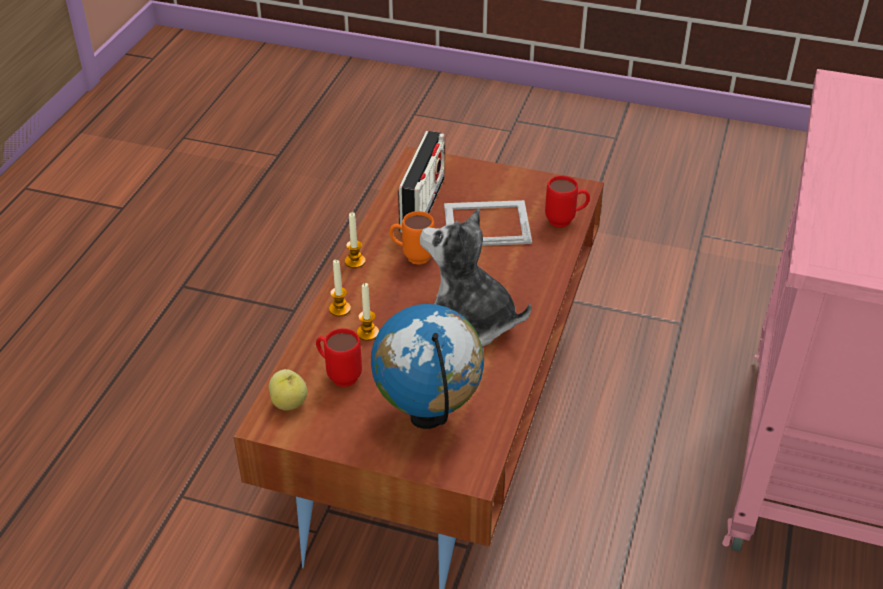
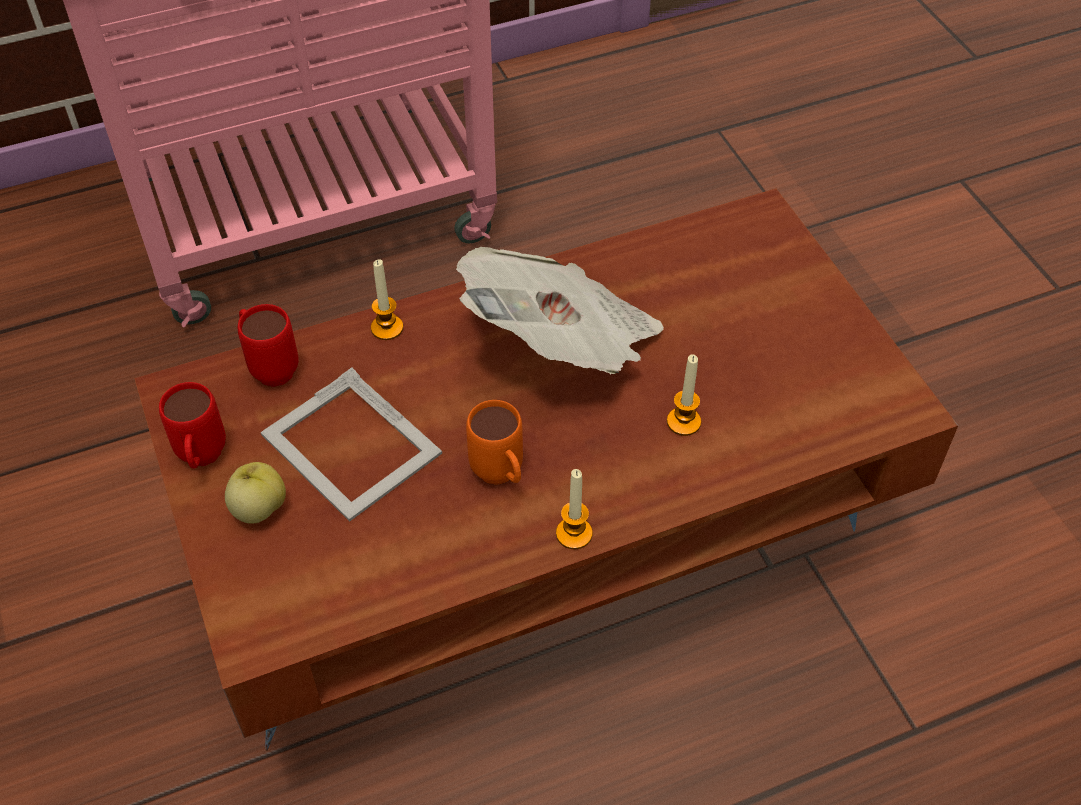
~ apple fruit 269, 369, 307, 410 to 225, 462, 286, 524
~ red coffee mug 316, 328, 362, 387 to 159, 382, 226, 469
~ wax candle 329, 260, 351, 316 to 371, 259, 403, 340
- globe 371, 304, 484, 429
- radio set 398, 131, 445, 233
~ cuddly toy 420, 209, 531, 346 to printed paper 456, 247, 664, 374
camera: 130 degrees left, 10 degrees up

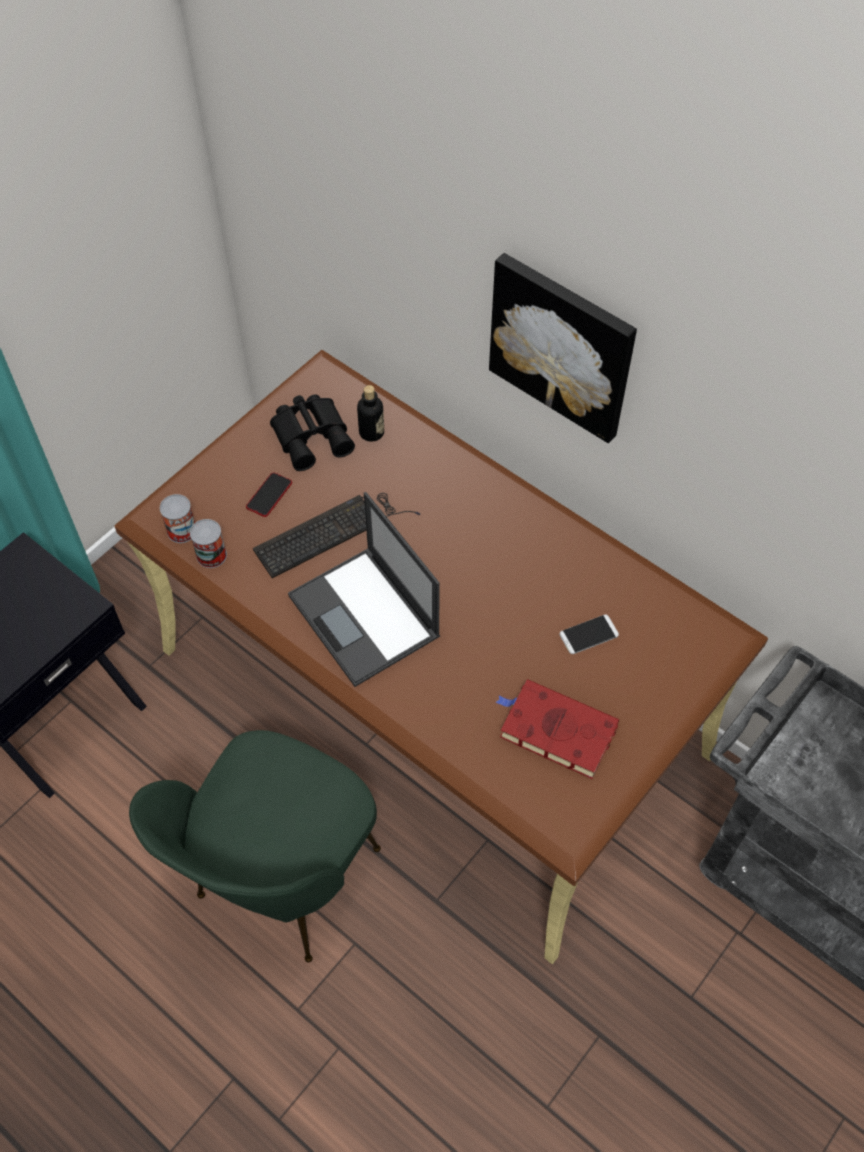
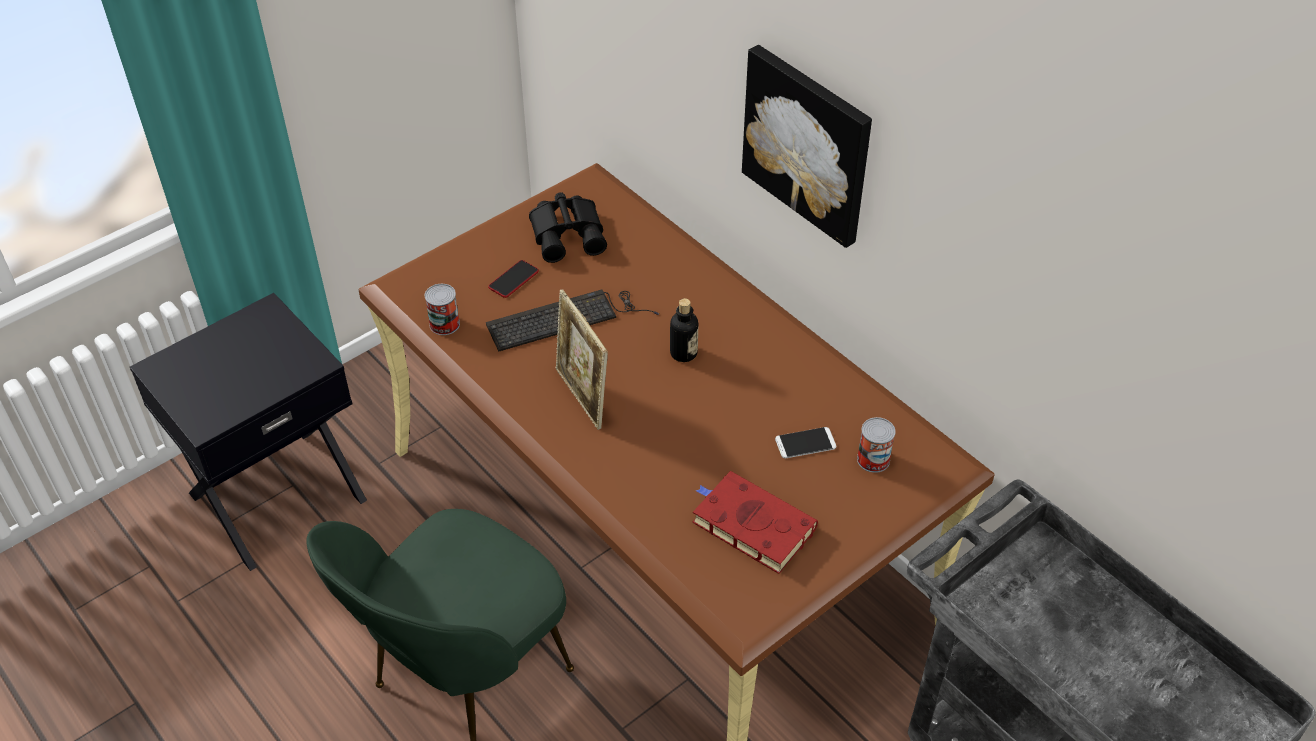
~ sealed can 160, 494, 195, 543 to 857, 417, 896, 473
~ portable computer 288, 492, 440, 687 to picture frame 555, 289, 608, 430
~ beverage bottle 357, 385, 384, 442 to 670, 298, 699, 362
camera: 10 degrees right, 10 degrees down

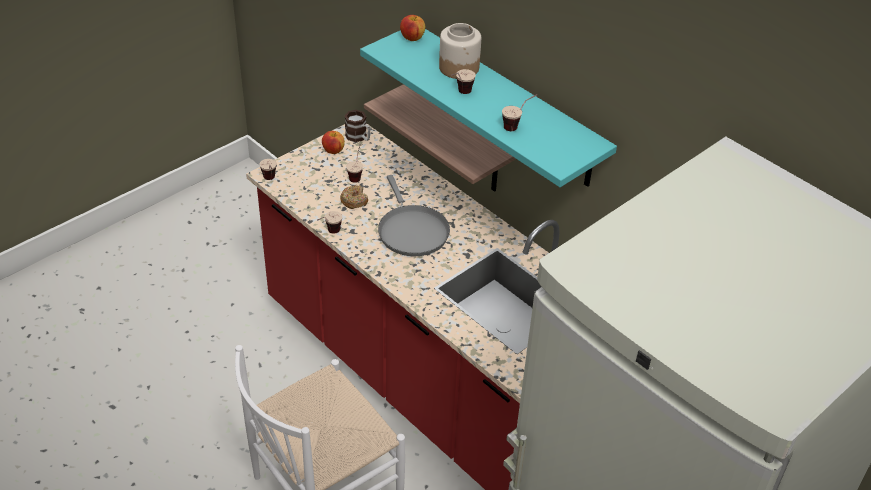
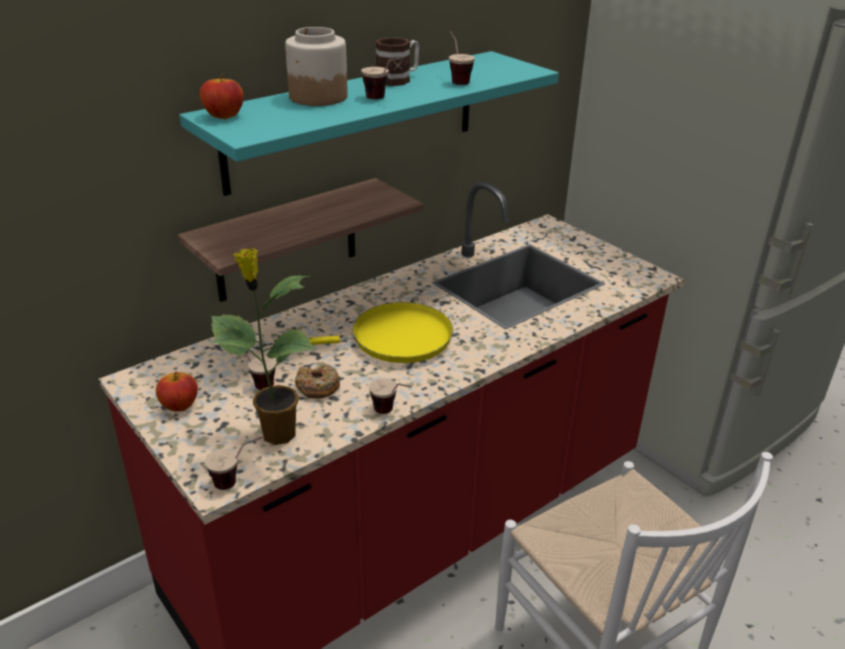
~ coffee mug 345, 110, 370, 142 to 375, 37, 419, 86
~ greyish pan 378, 175, 450, 256 to yellow pan 309, 302, 453, 363
+ potted plant 211, 248, 316, 445
camera: 85 degrees left, 10 degrees down

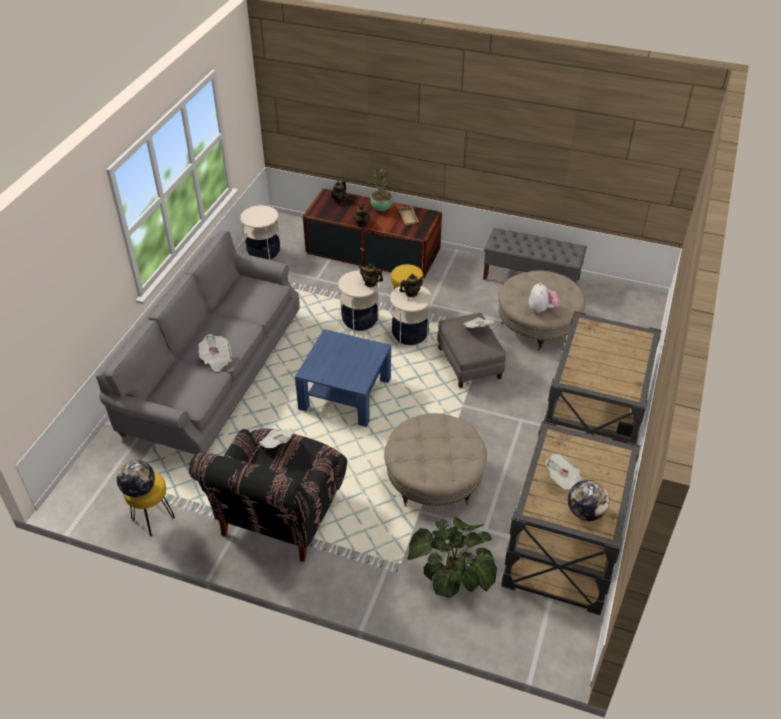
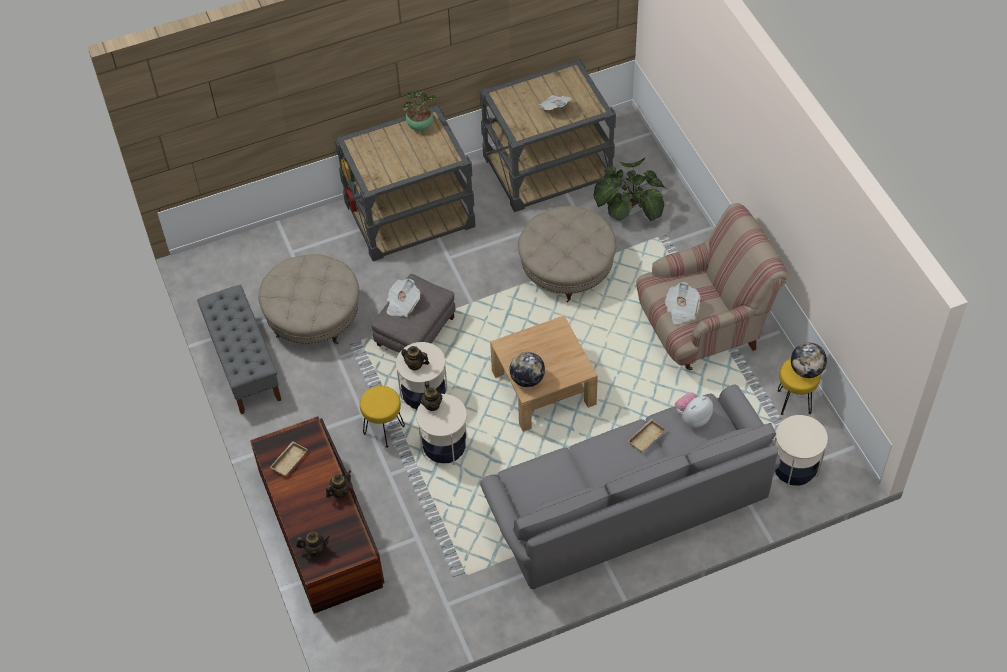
~ black-coloured lounge chair 189, 429, 347, 562 to beige lounge chair 636, 203, 788, 370
~ printed paper 199, 334, 232, 372 to beige tray 628, 419, 666, 452
~ beige accent table 240, 205, 280, 260 to 774, 415, 828, 487
~ blue coffee table 295, 329, 391, 427 to brown-coloured coffee table 490, 316, 598, 432
~ potted plant 367, 168, 393, 211 to 402, 90, 436, 131
~ cuddly toy 529, 282, 559, 313 to 675, 392, 713, 428
~ globe 568, 480, 610, 521 to 510, 352, 545, 387
camera: 130 degrees left, 10 degrees up

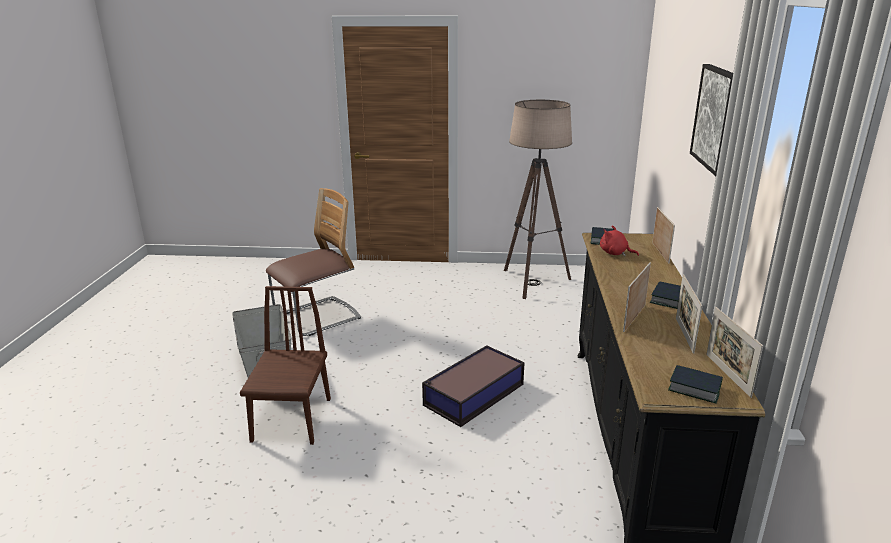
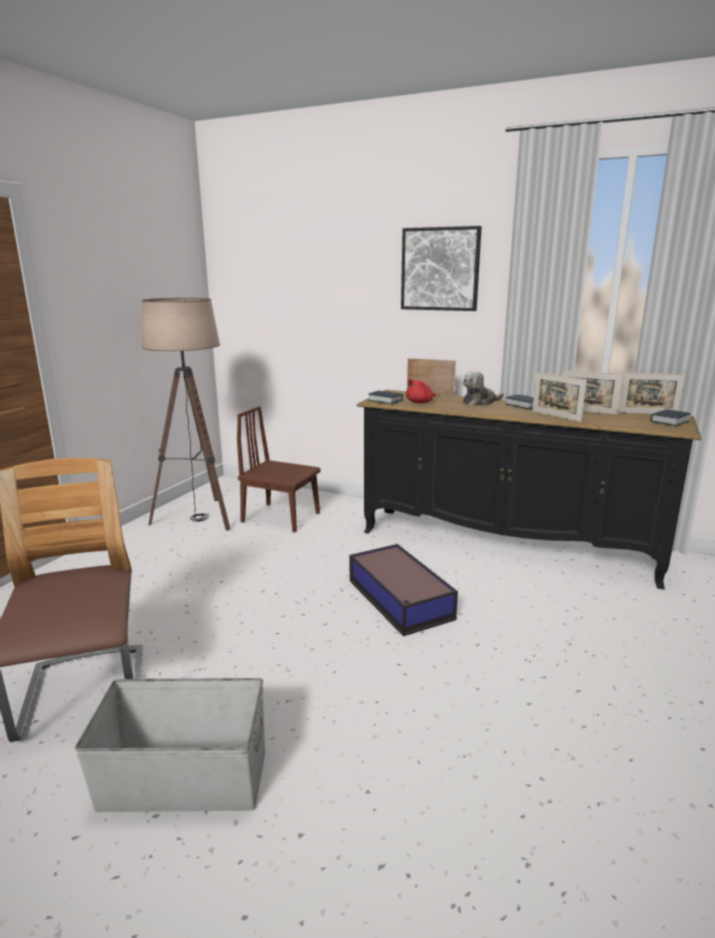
~ brown-coloured chair 240, 286, 331, 445 to 237, 406, 320, 533
+ cuddly toy 463, 371, 504, 406
camera: 70 degrees left, 5 degrees down

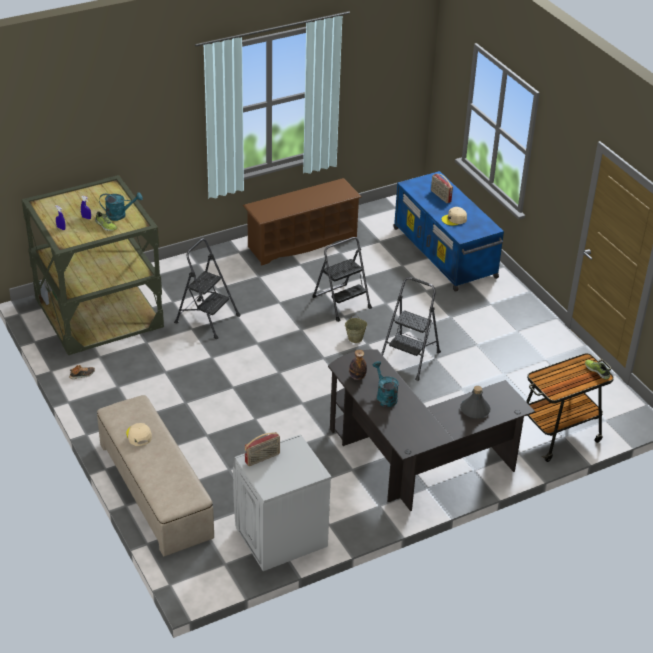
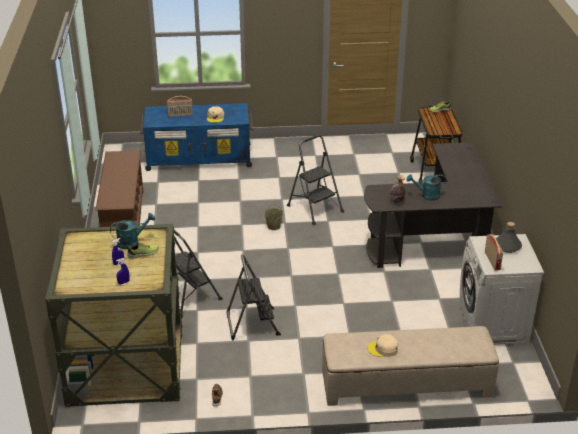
~ turquoise watering pot 99, 192, 143, 221 = 110, 213, 155, 249 45 degrees clockwise
~ black-coloured step ladder 312, 237, 372, 322 to 226, 254, 281, 340
~ greyish beverage bottle 460, 386, 491, 418 to 496, 222, 522, 253
camera: 65 degrees left, 5 degrees down

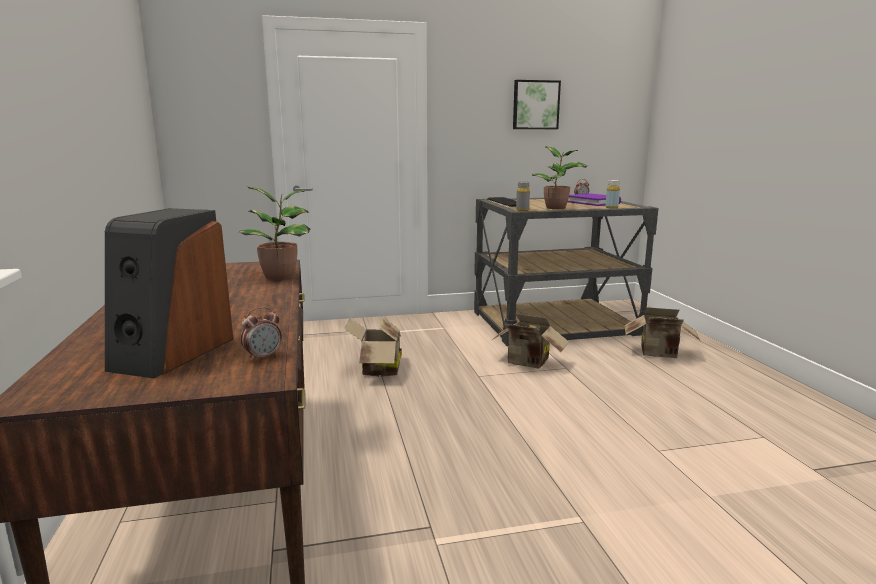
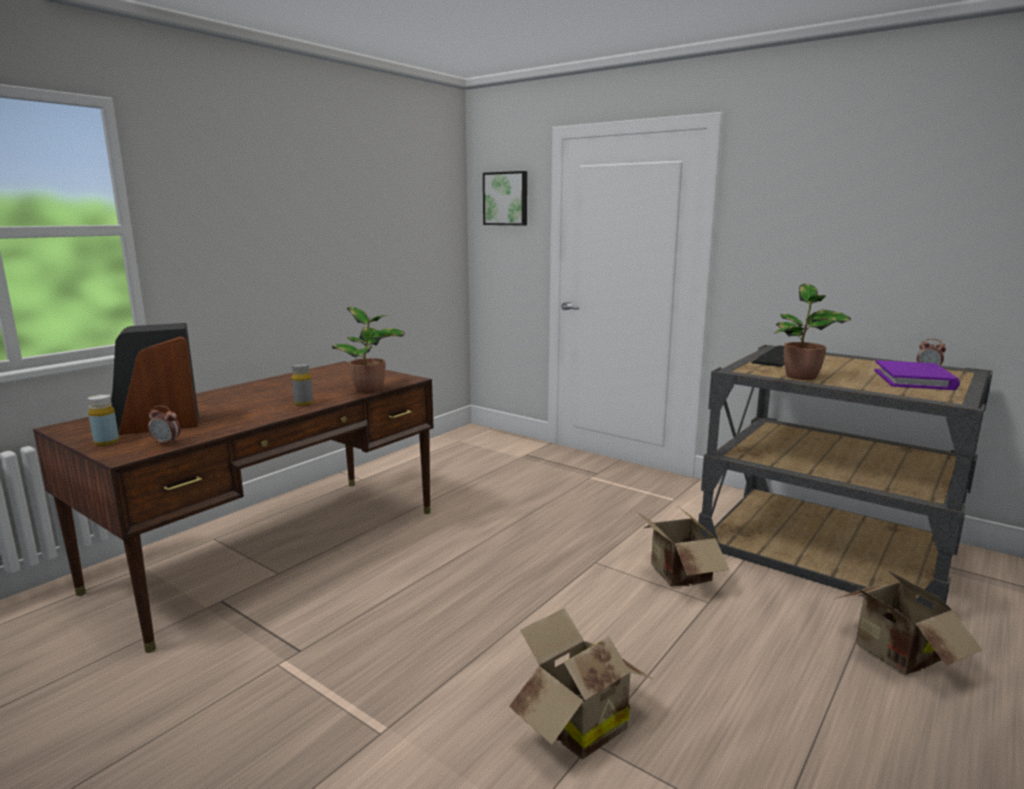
~ carton 344, 318, 402, 377 to 509, 608, 652, 759
~ wall art 513, 80, 561, 129 to 483, 171, 527, 226
~ greyish beverage bottle 516, 182, 530, 211 to 292, 363, 313, 406
~ yellow beverage bottle 605, 180, 620, 209 to 87, 394, 119, 446
camera: 50 degrees right, 0 degrees up

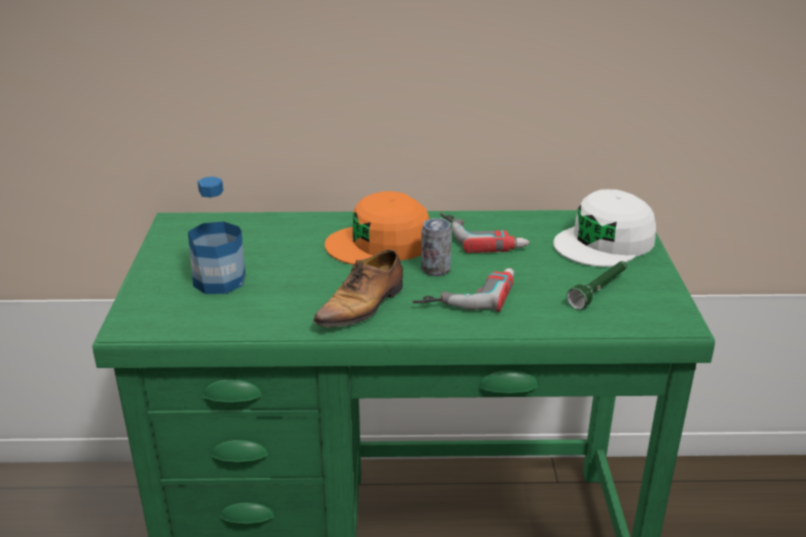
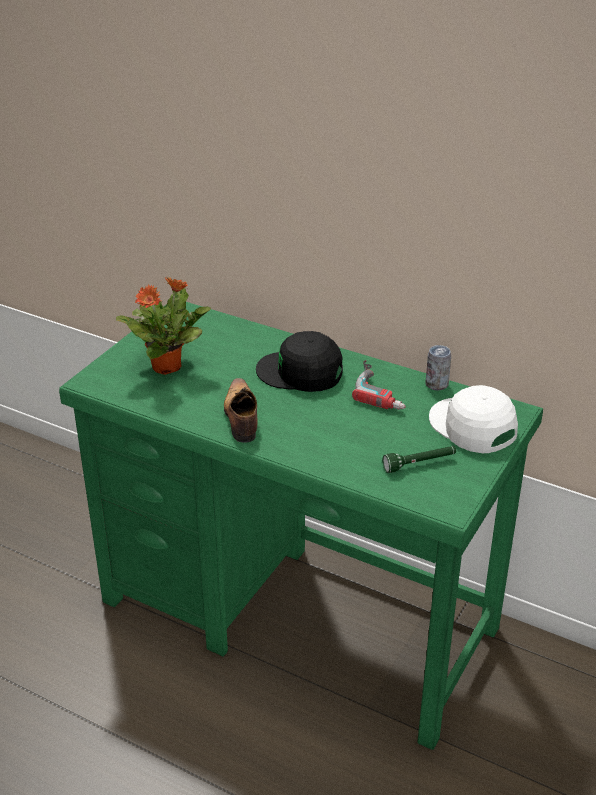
~ beverage bottle 188, 177, 246, 294 to potted plant 116, 277, 211, 375
~ shoe 313, 250, 403, 327 = 224, 378, 257, 442 105 degrees clockwise
~ orangey peaked cap 325, 191, 429, 265 to black-coloured peaked cap 256, 331, 343, 392
- electric drill 413, 268, 514, 312
~ sealed can 421, 218, 452, 276 to 425, 345, 451, 391
~ white peaked cap 553, 189, 656, 267 = 429, 385, 518, 453 60 degrees clockwise
camera: 30 degrees right, 5 degrees up

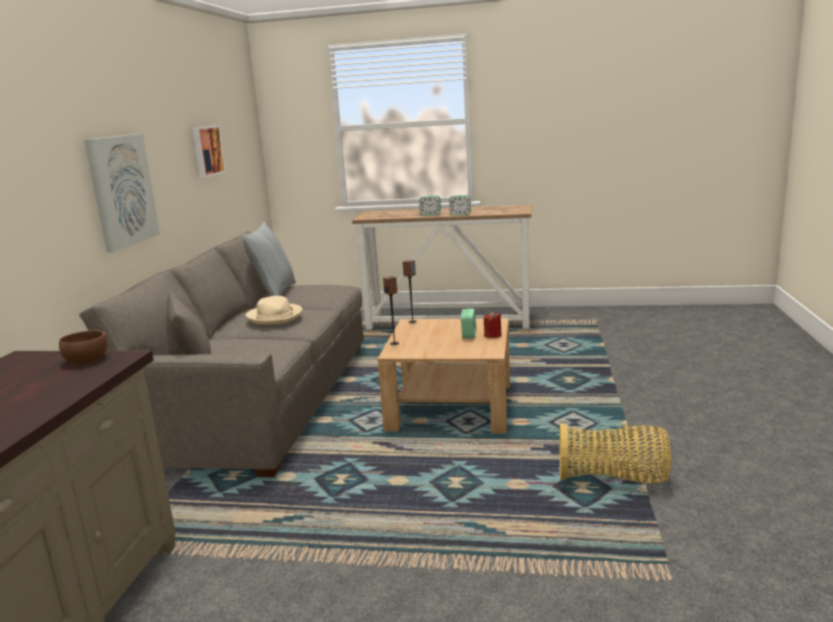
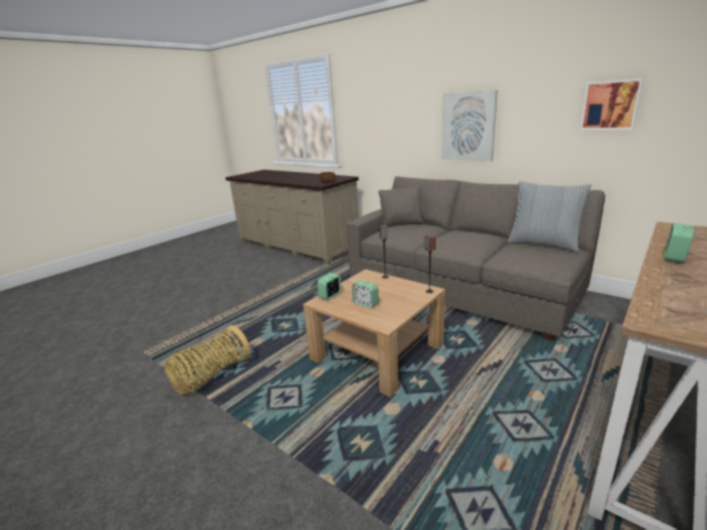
- beige clothing hat 246, 296, 303, 325
~ bedside clock 449, 195, 471, 215 to 318, 273, 341, 300
- red wax candle 484, 311, 502, 338
camera: 120 degrees right, 5 degrees up

